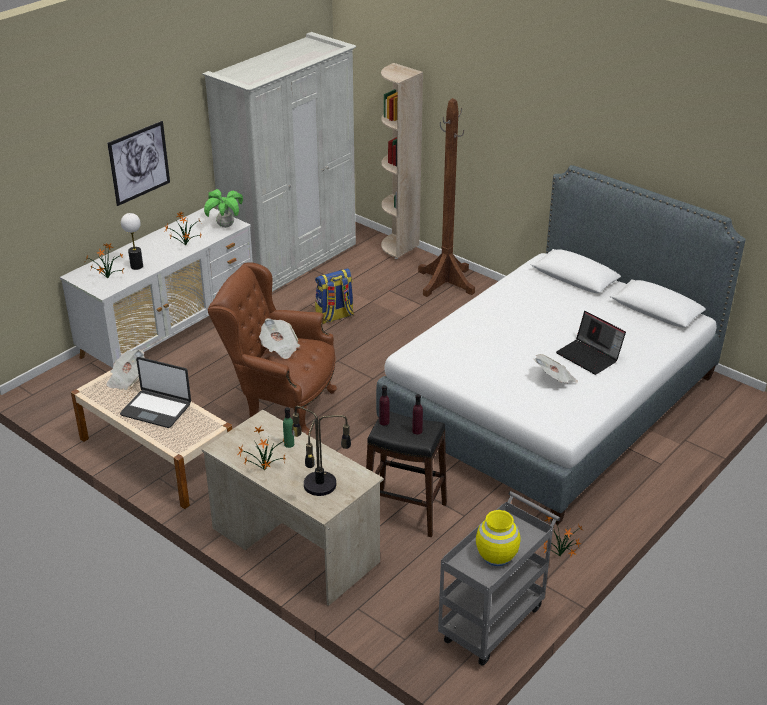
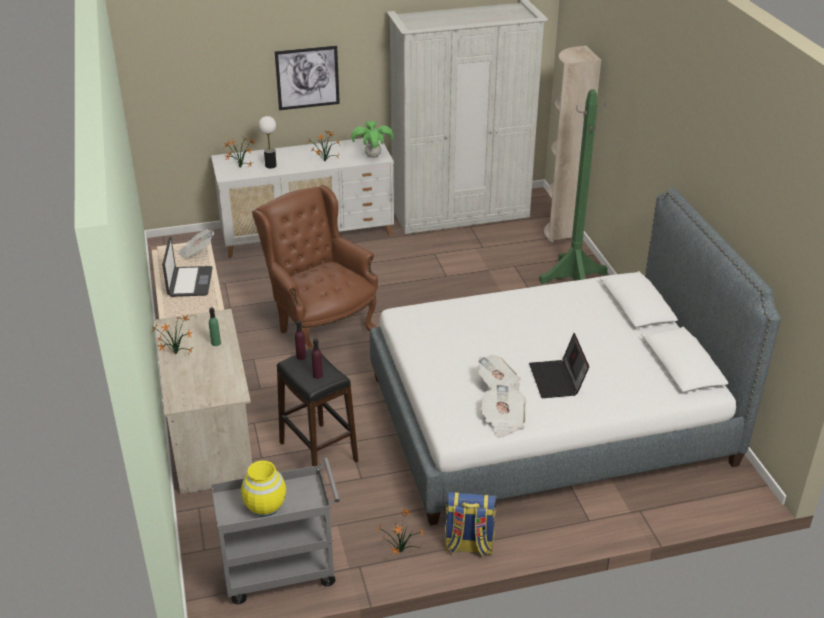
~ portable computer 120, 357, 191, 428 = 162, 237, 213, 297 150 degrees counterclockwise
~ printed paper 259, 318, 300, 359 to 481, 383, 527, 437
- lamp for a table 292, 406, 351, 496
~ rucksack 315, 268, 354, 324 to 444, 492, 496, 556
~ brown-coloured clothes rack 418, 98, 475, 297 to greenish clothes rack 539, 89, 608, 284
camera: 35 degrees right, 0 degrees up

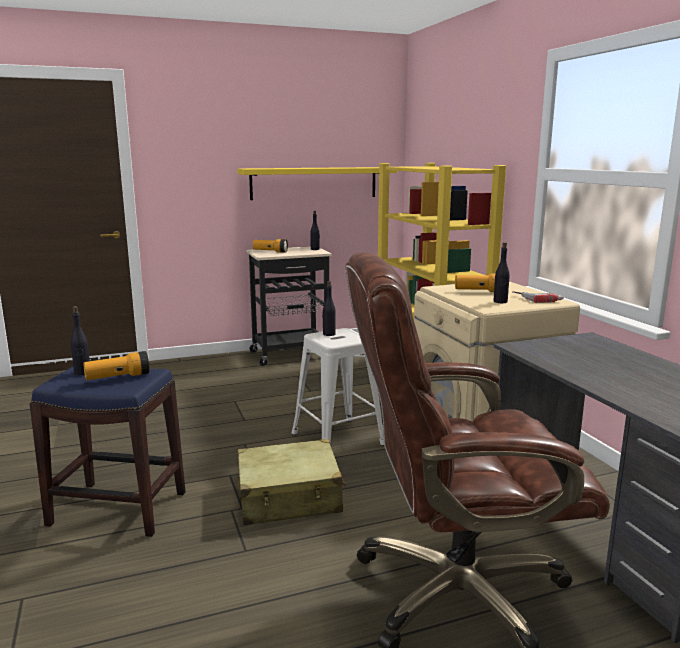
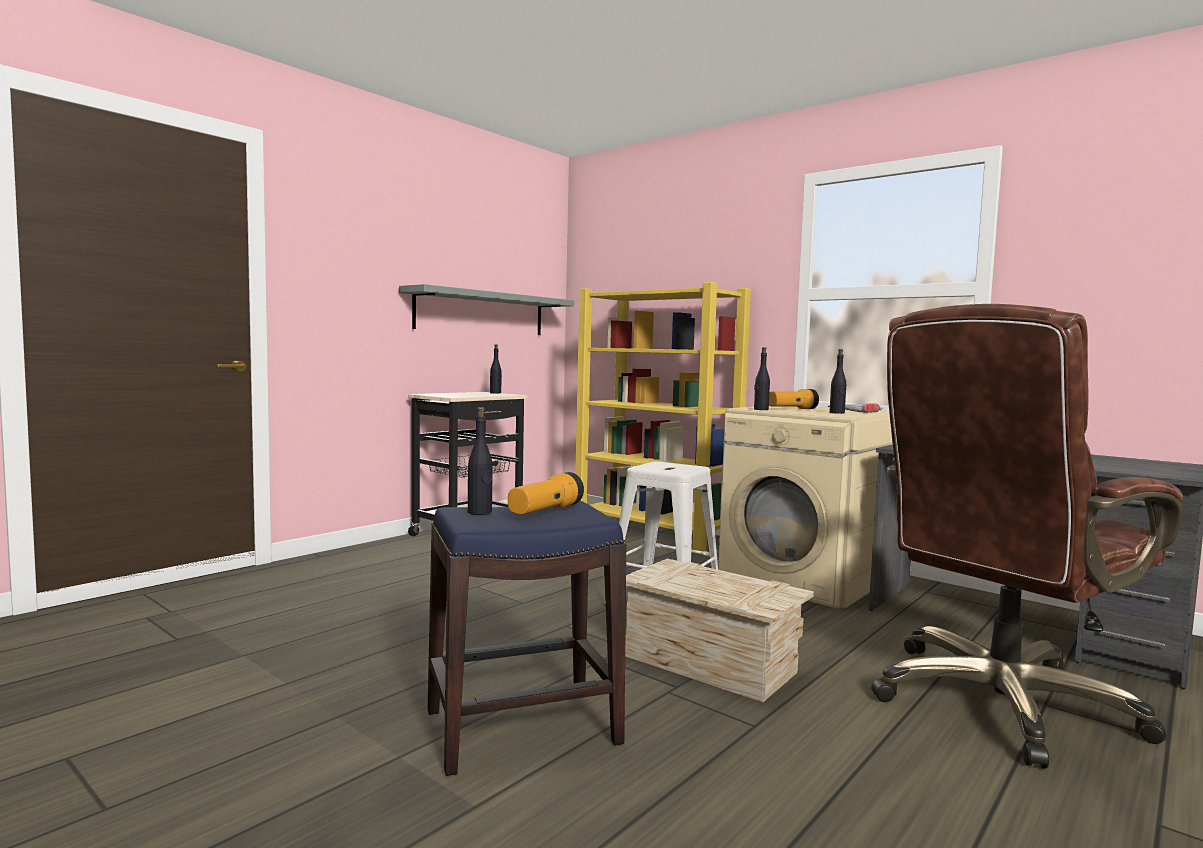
~ yellow wall shelf 237, 167, 397, 200 to greyish wall shelf 399, 284, 574, 335
~ beige suitcase 237, 439, 346, 525 to packing crate 625, 558, 814, 702
- flashlight 253, 239, 288, 252
~ black-coloured beverage bottle 322, 281, 336, 336 to 754, 347, 770, 410
camera: 30 degrees left, 10 degrees down

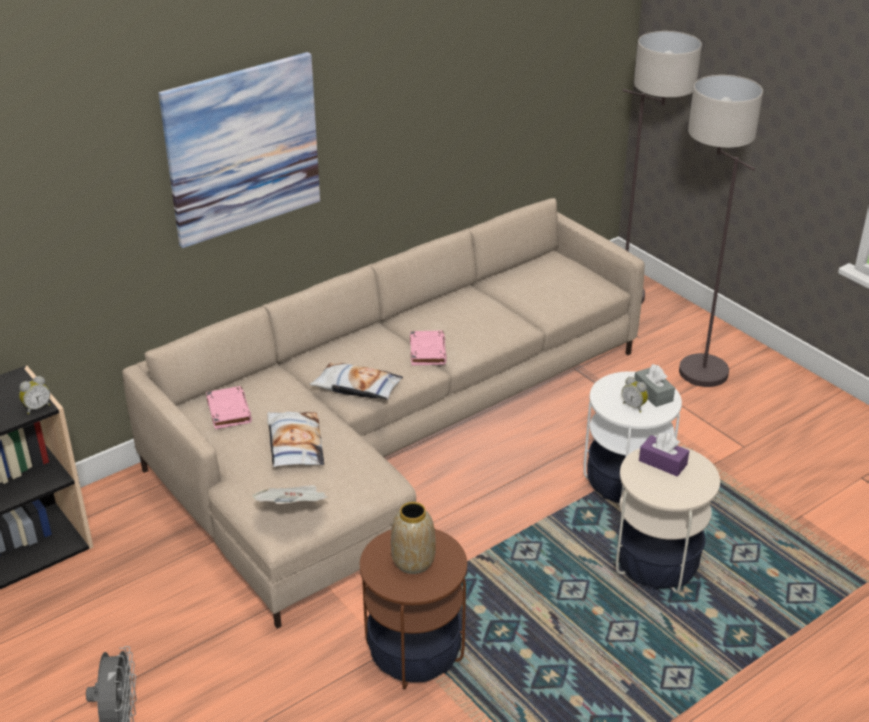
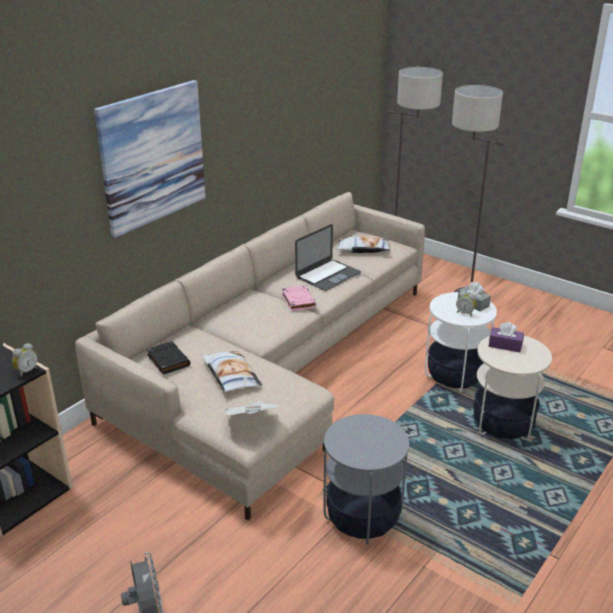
~ pinkish volume 206, 386, 252, 429 to black-coloured volume 147, 341, 190, 375
~ cushion 310, 363, 403, 400 to 337, 237, 390, 253
~ brown-coloured accent table 360, 529, 467, 689 to greyish accent table 323, 414, 409, 545
- flower vase 391, 502, 436, 574
+ portable computer 295, 224, 361, 291
camera: 15 degrees left, 5 degrees down

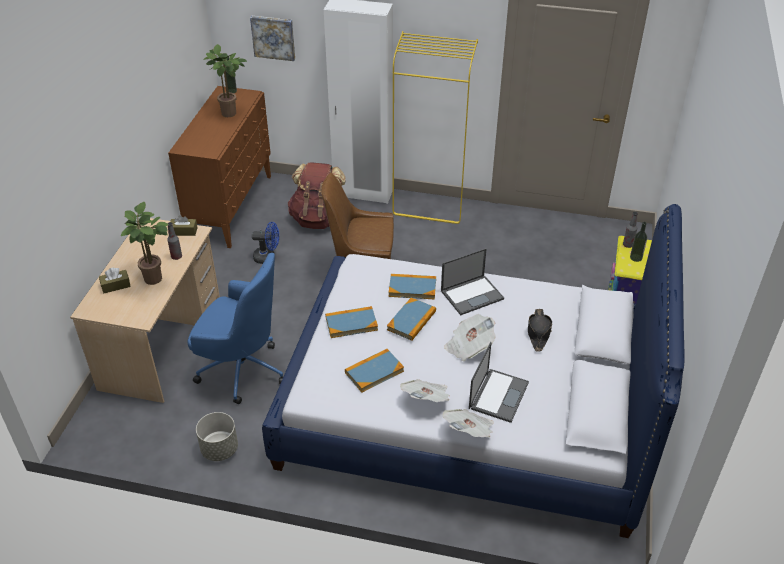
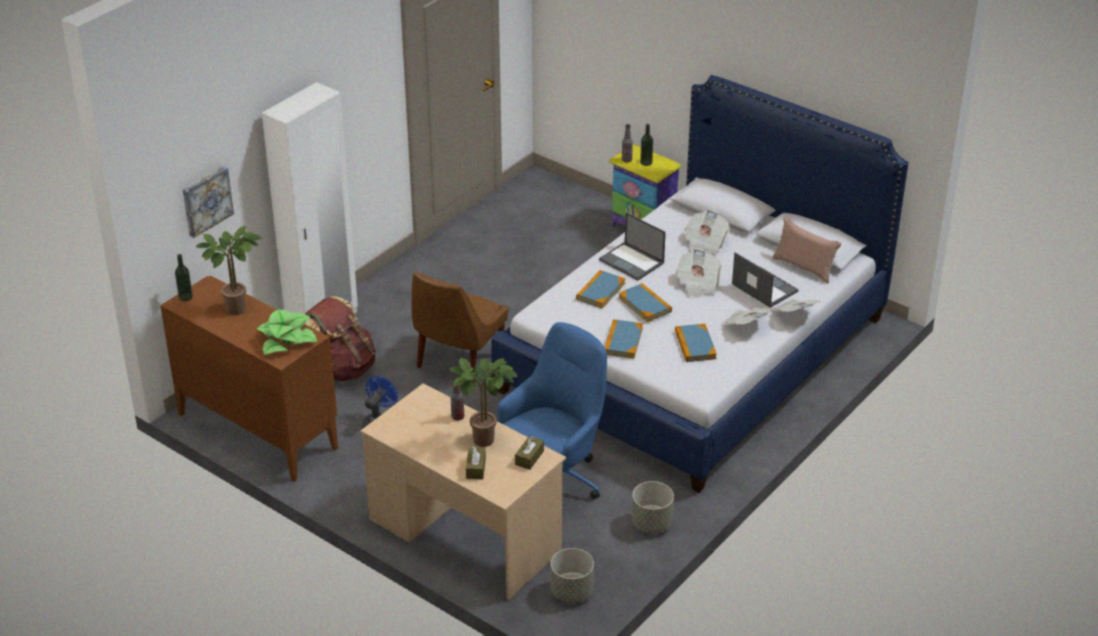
~ brown-coloured tissue box 170, 215, 198, 236 to 515, 436, 544, 470
- yellow clothes rack 393, 31, 478, 224
~ portable computer 441, 248, 504, 315 = 599, 212, 666, 280 135 degrees clockwise
~ black-coloured clothing hat 528, 309, 552, 352 to printed paper 685, 209, 730, 254
+ potted plant 257, 310, 317, 355
+ greyish flower pot 551, 548, 594, 603
+ beige cushion 773, 218, 841, 283
camera: 65 degrees left, 5 degrees down

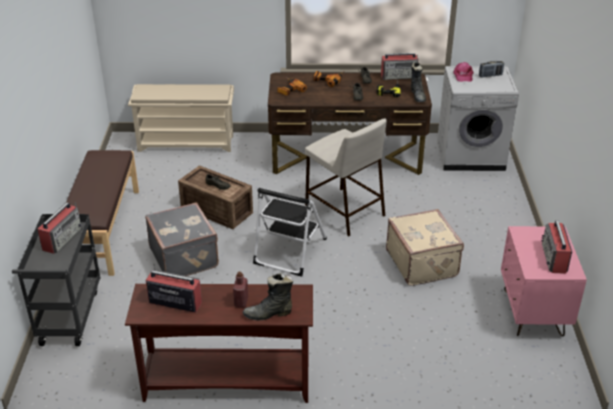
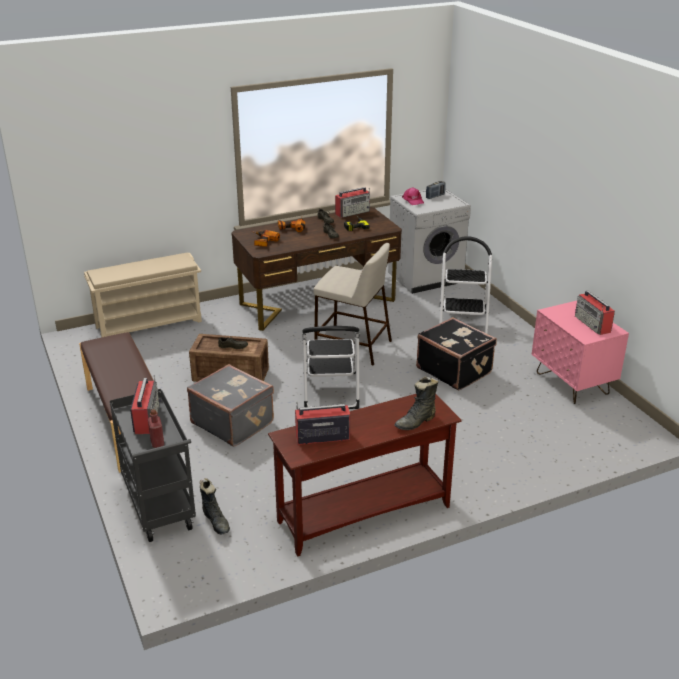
~ red beverage bottle 233, 272, 248, 308 to 148, 409, 164, 448
~ beige suitcase 386, 209, 464, 286 to black-coloured suitcase 416, 317, 497, 390
~ black-coloured boot 411, 62, 426, 102 to 200, 478, 230, 534
+ step ladder 439, 236, 492, 334
camera: 25 degrees left, 5 degrees down

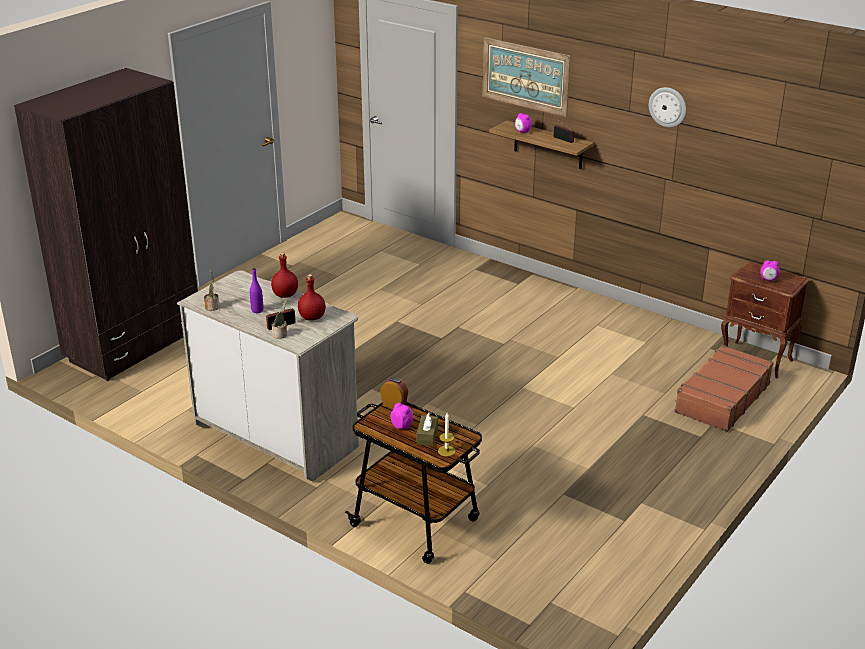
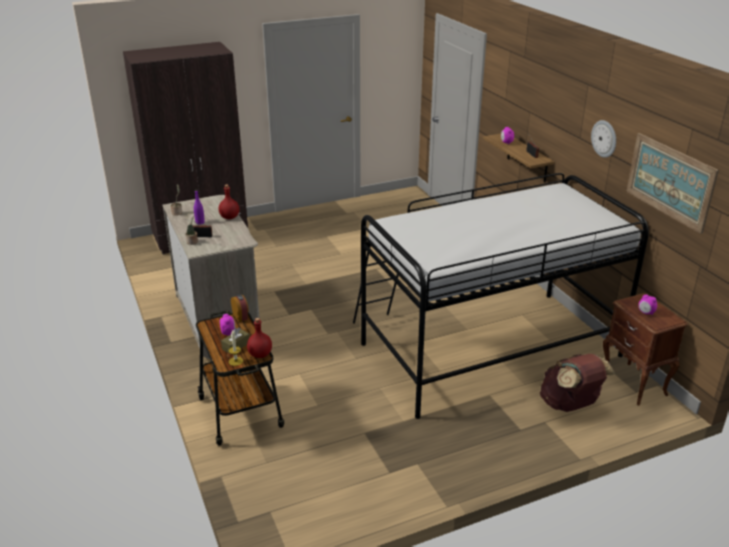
~ red beverage bottle 298, 274, 326, 321 to 247, 318, 272, 358
~ wall art 483, 37, 571, 117 to 626, 133, 719, 234
~ brown-coloured suitcase 674, 345, 774, 432 to brown-coloured rucksack 540, 354, 616, 412
+ black-coloured sleeping bed 353, 173, 649, 419
camera: 30 degrees right, 0 degrees up

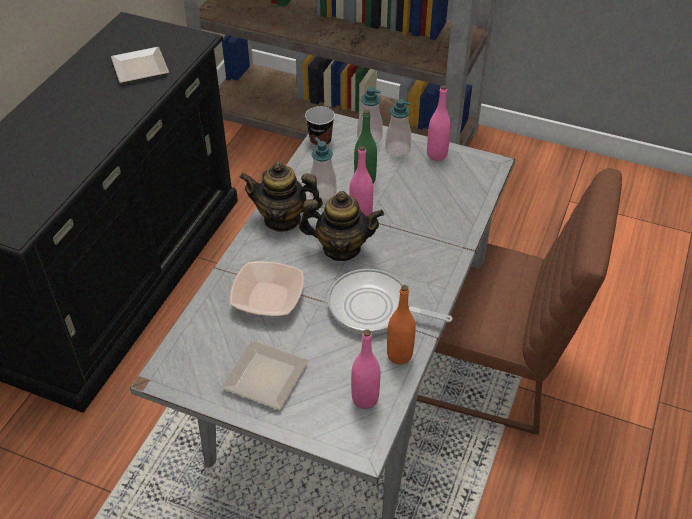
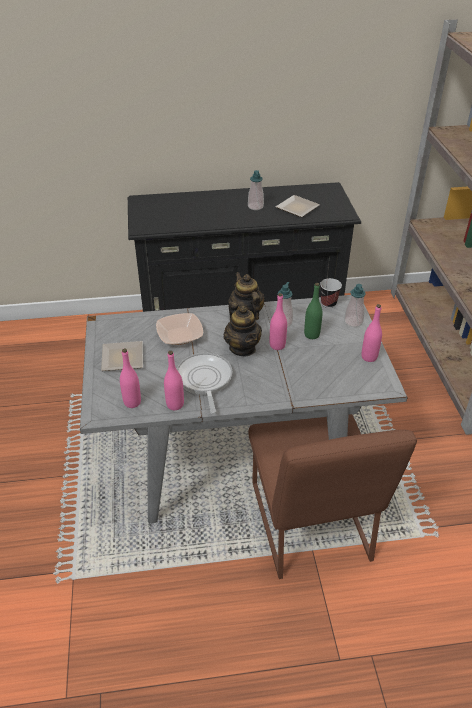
~ soap dispenser 385, 99, 411, 157 to 248, 170, 264, 210
~ orangey beverage bottle 387, 285, 416, 364 to pinkish beverage bottle 164, 351, 184, 410
camera: 60 degrees right, 5 degrees down

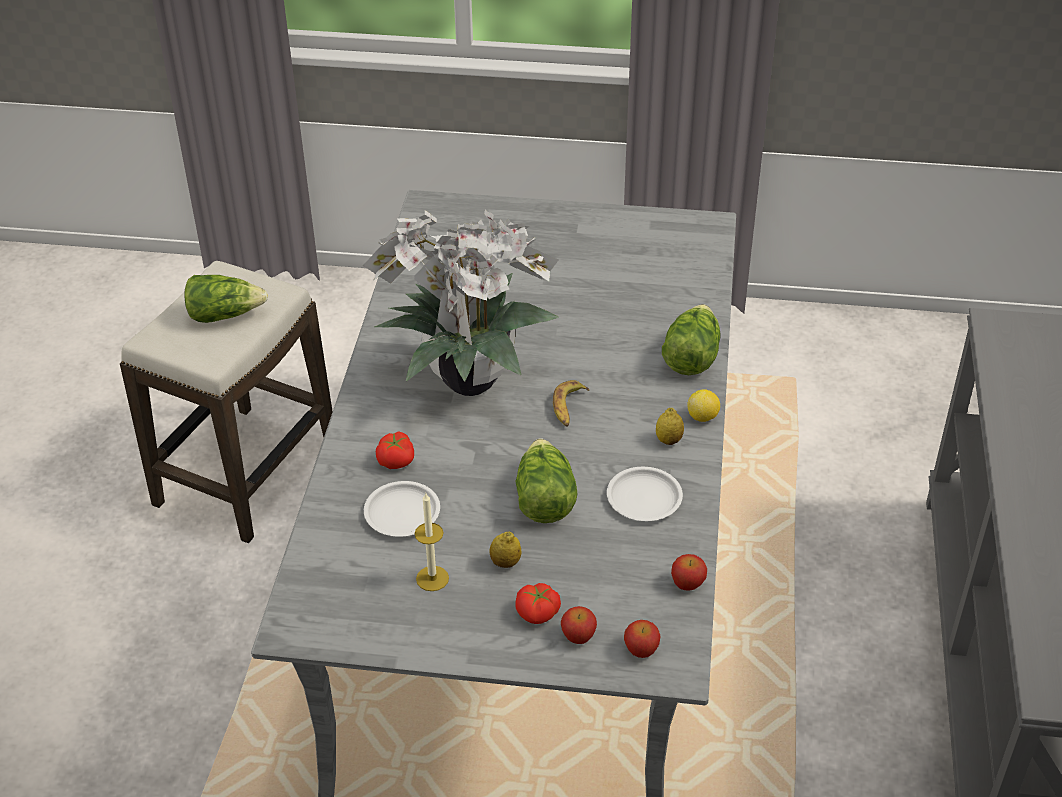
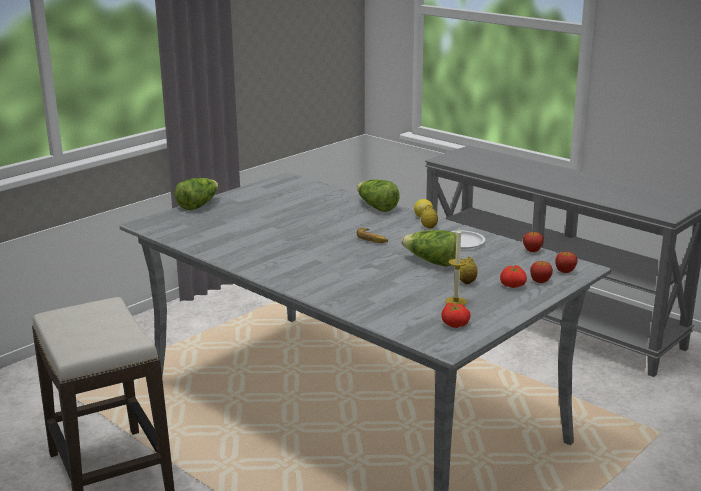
~ head of lettuce 185, 275, 268, 323 to 174, 178, 218, 210
- potted plant 363, 209, 559, 396
- white flat dish 364, 481, 440, 537
~ tomato 376, 431, 414, 469 to 441, 303, 471, 328
camera: 55 degrees left, 20 degrees down

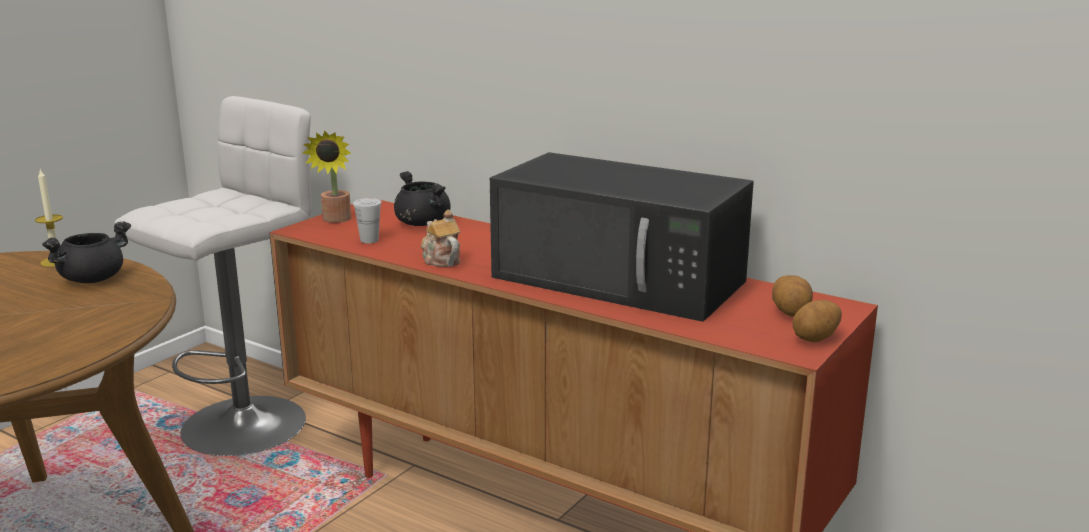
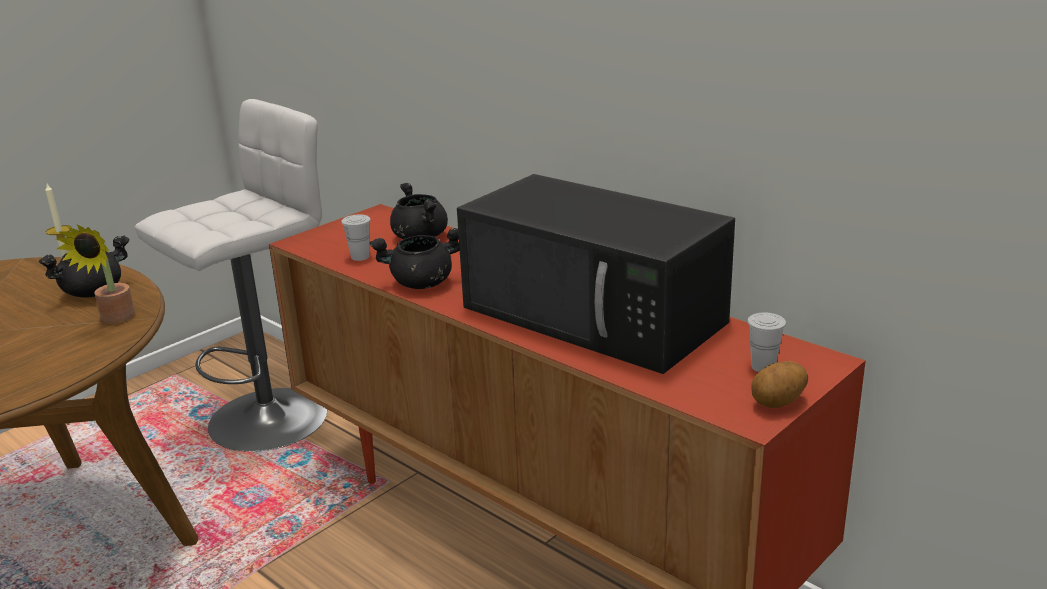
~ potted plant 303, 130, 351, 223 to 56, 225, 135, 324
~ tea pot 421, 210, 461, 267 to black-coloured stockpot 369, 228, 460, 289
~ spud 772, 275, 813, 316 to white drinking cup 747, 313, 786, 372
camera: 10 degrees right, 5 degrees up

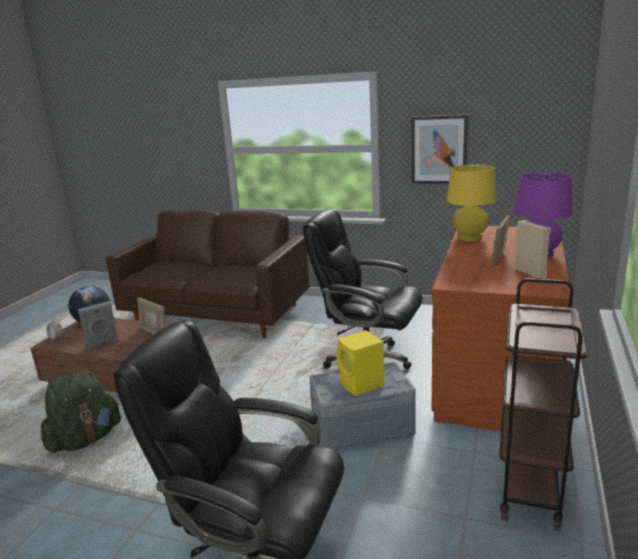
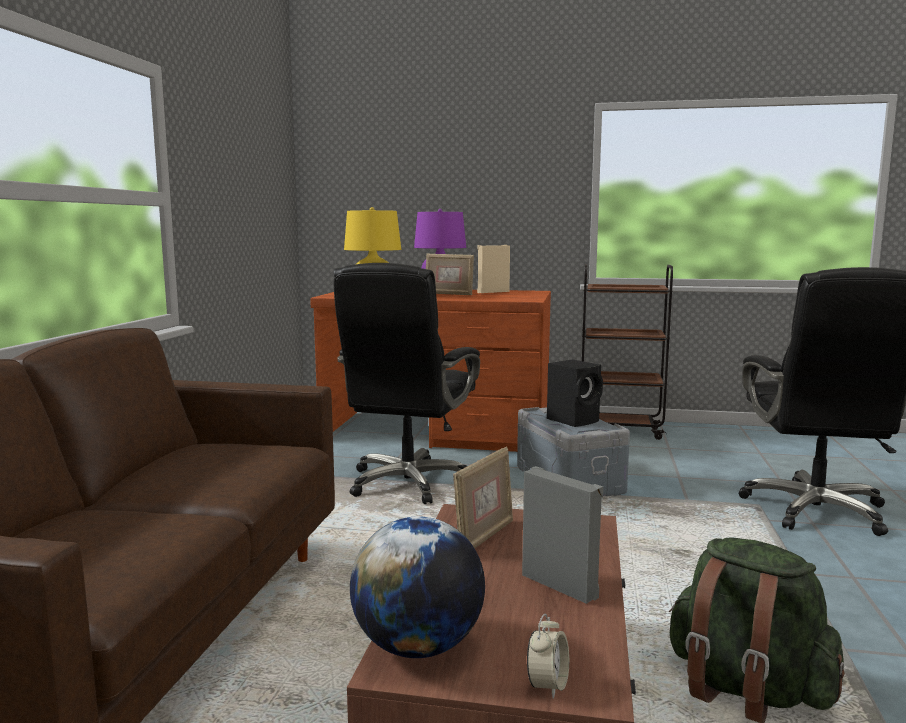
~ yellow speaker 336, 330, 384, 396 to black-coloured speaker 547, 359, 603, 427
- wall art 411, 115, 468, 184
camera: 100 degrees left, 10 degrees down

